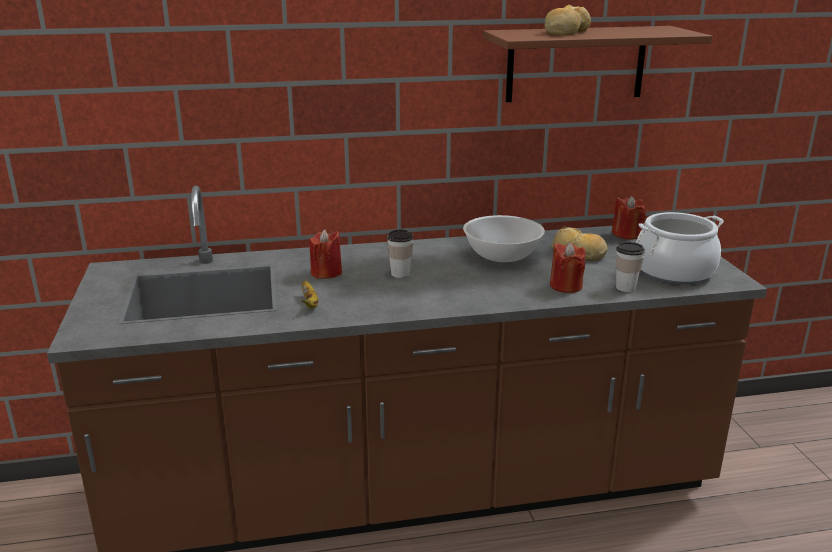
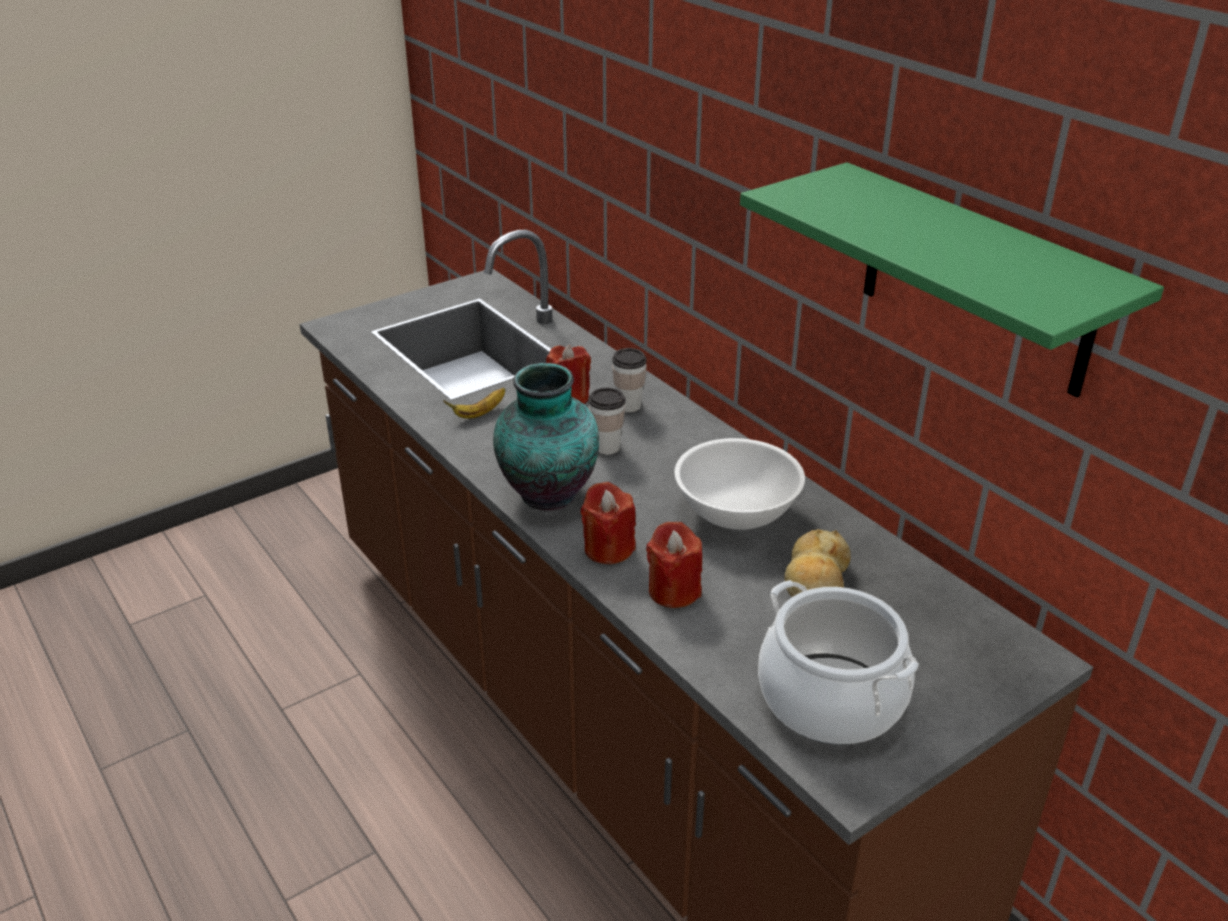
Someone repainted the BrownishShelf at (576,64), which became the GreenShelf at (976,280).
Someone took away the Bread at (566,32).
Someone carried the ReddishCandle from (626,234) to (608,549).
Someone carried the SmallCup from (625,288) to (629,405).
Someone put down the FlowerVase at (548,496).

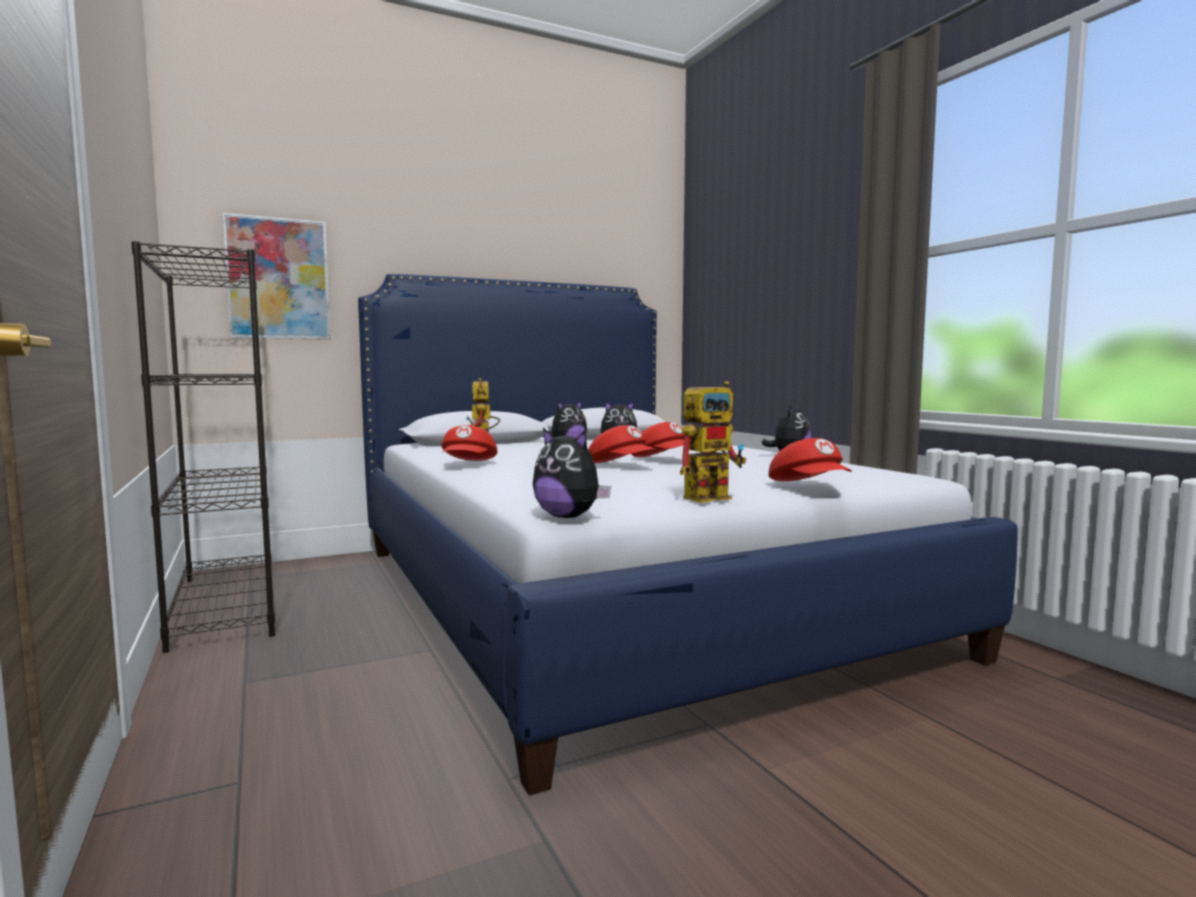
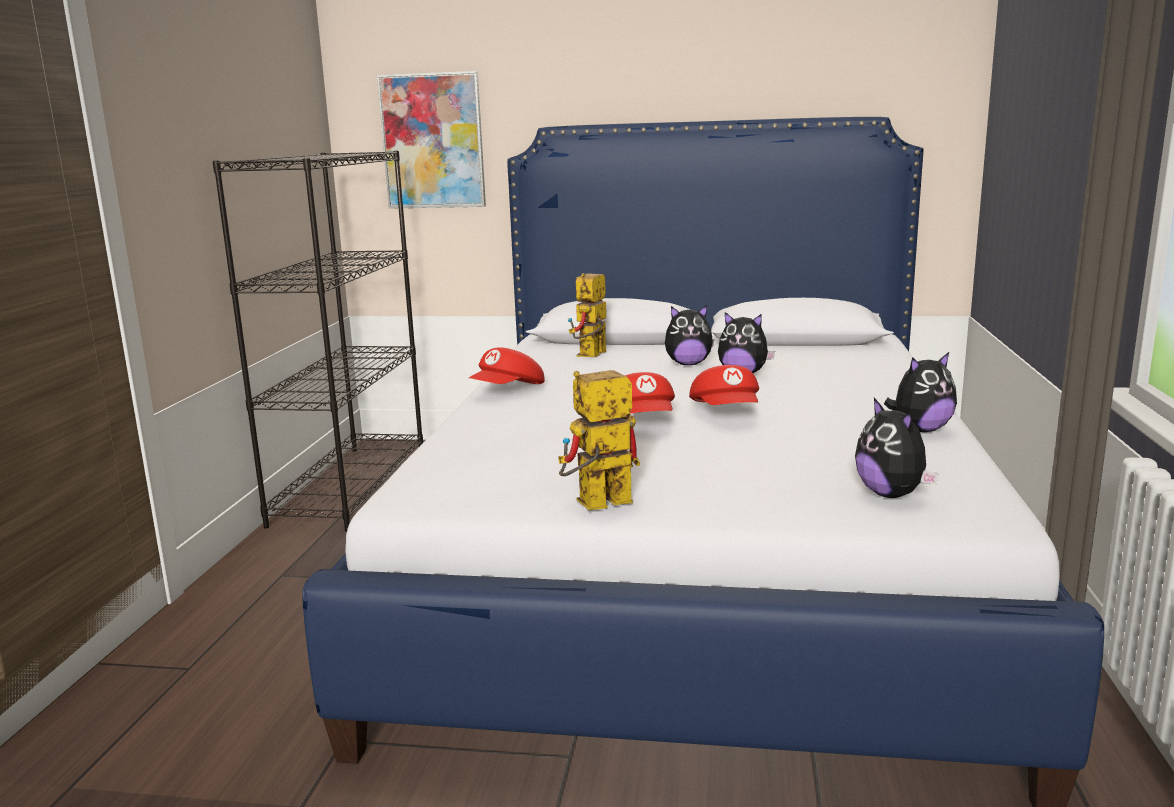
Someone carried the SoftToy from (568,517) to (892,494).
Someone rotated the ModelRobot at (712,496) by 150 degrees clockwise.
Someone took away the ReddishCap at (809,486).

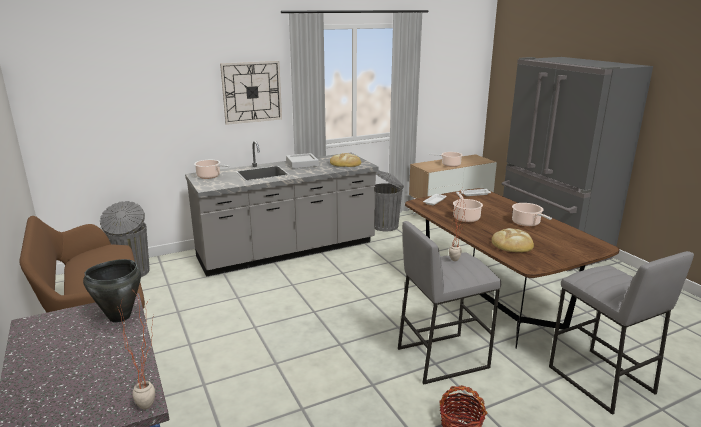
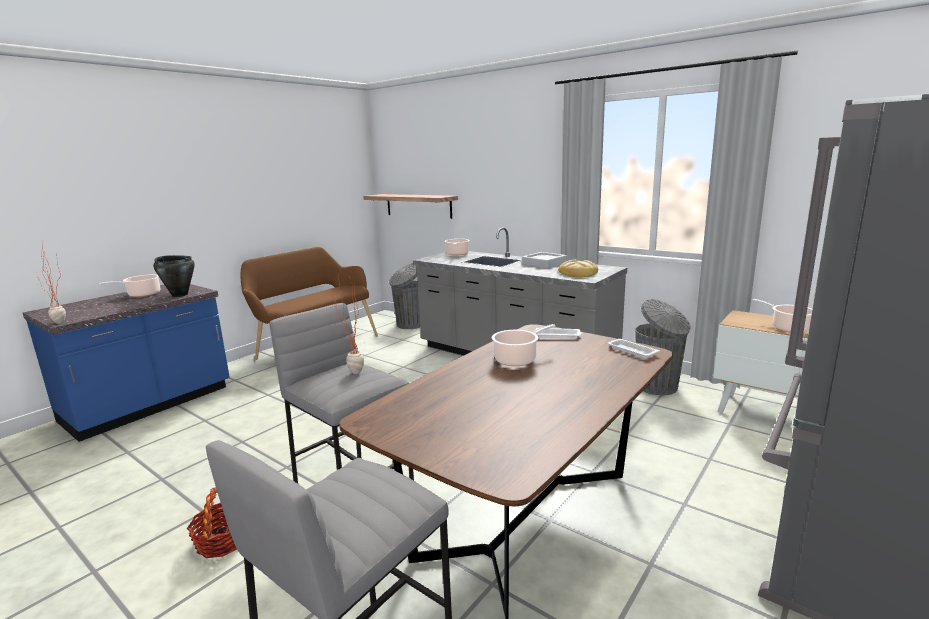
Someone took away the HangingClock at (252,92).
Someone took away the Bread at (512,244).
Someone carried the Stockpot from (527,223) to (142,295).
Someone put up the Shelf at (418,205).

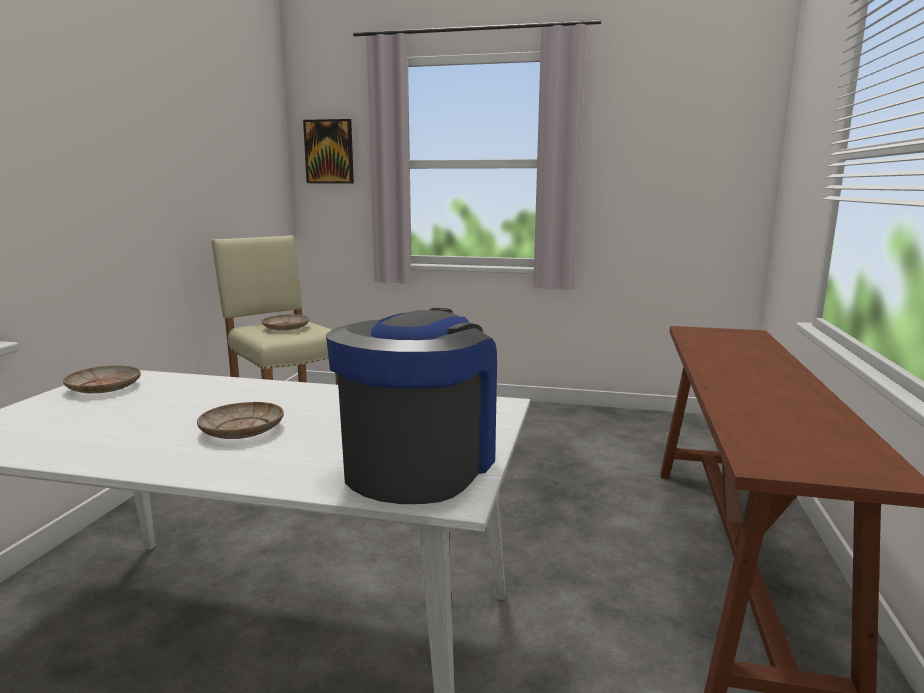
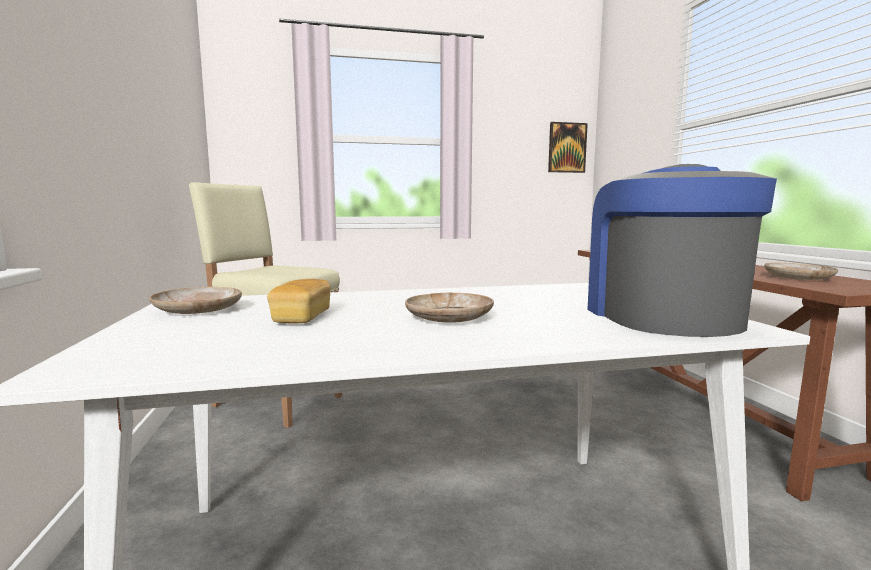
Someone carried the SandColouredDinnerPlate from (286,328) to (798,278).
Someone carried the Picture from (329,151) to (567,147).
Someone put down the Bread at (302,317).

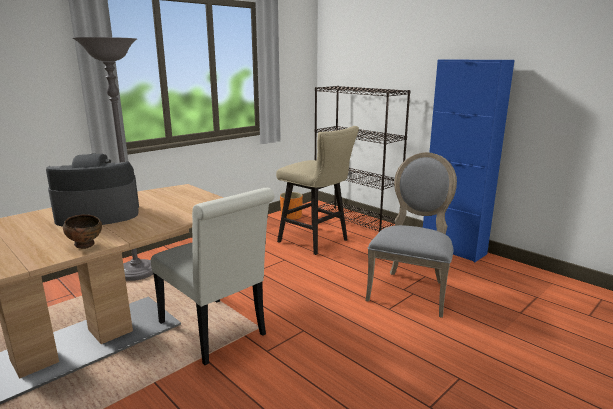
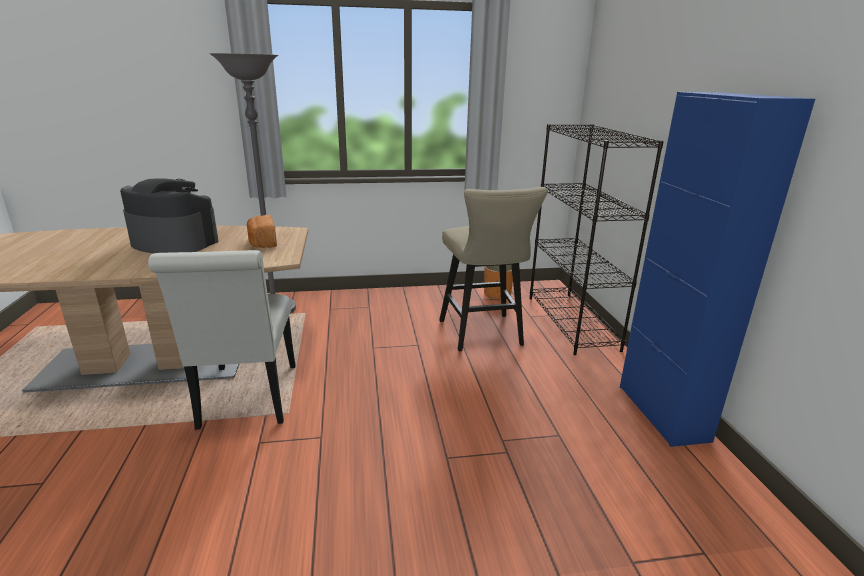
Someone took away the BrownishServingBowl at (86,246).
Someone took away the GreyishPlainChair at (410,290).
Someone put down the Bread at (262,242).

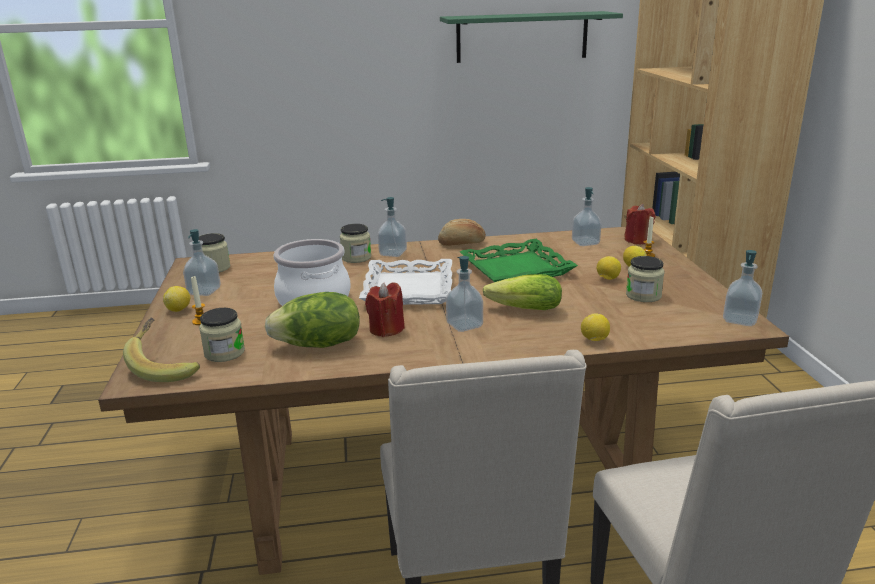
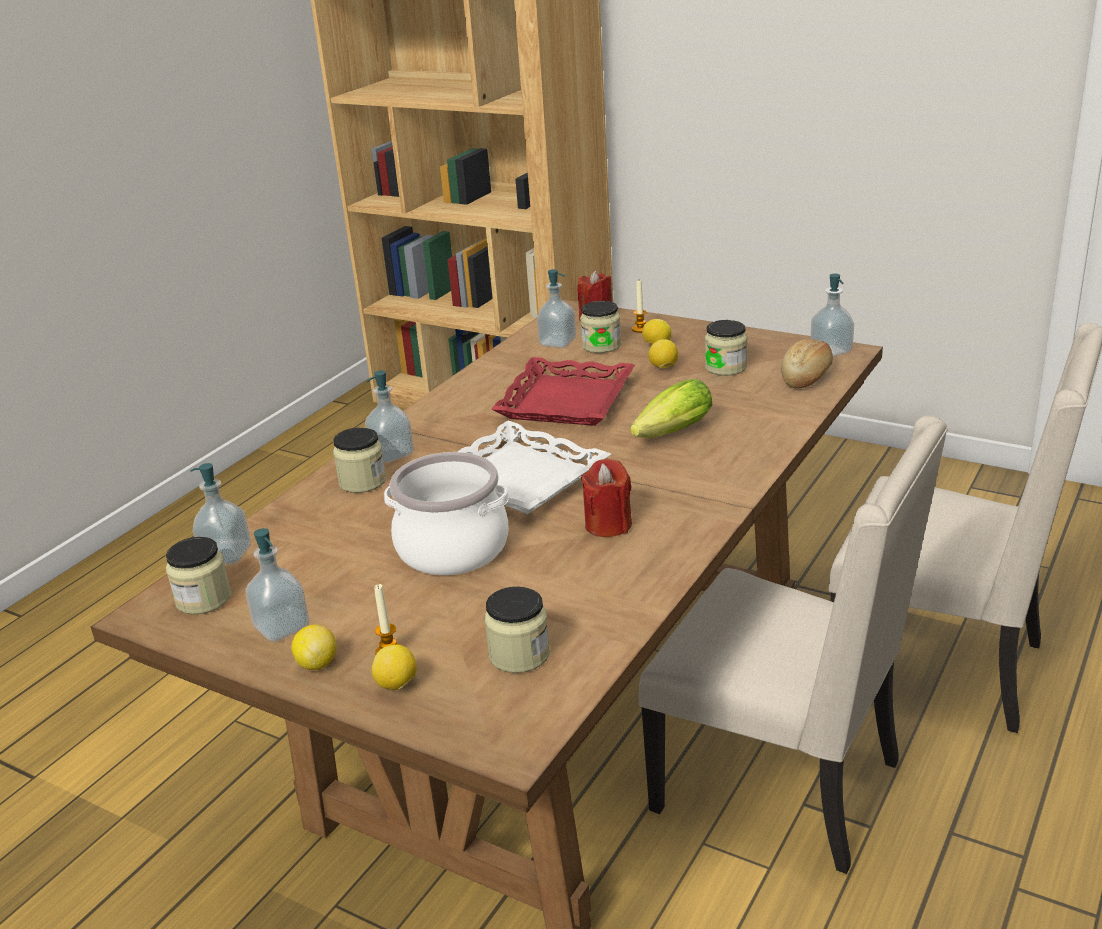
Someone took away the Banana at (166,366).
Someone took away the Lettuce at (319,345).
Someone carried the Bread from (462,244) to (807,377).
Someone took away the GreenShelf at (522,37).
Someone carried the SoapDispenser from (464,325) to (227,555).
Someone repainted the GreenServingTray at (516,269), which became the ReddishServingTray at (565,401).
Someone carried the WholeLemon from (594,340) to (397,685).
Someone put down the StorageJar at (601,346).

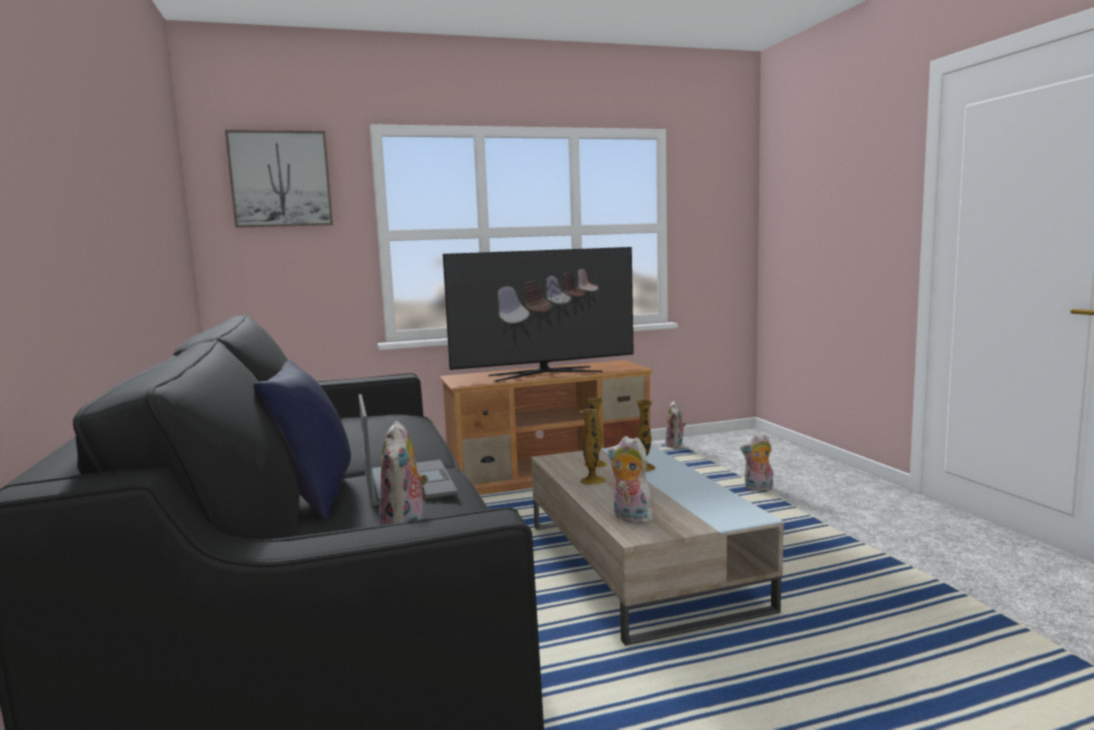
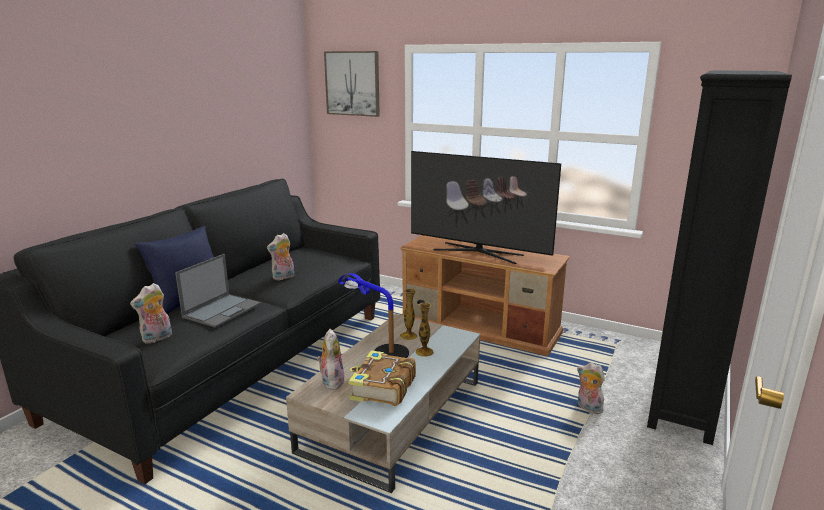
Someone swapped the FlowerVase at (592,481) for the TableLamp at (378,347).
Someone carried the SoftToy from (675,446) to (283,277).
Someone put down the Volume at (382,388).
Someone put down the BlackBookcase at (684,397).

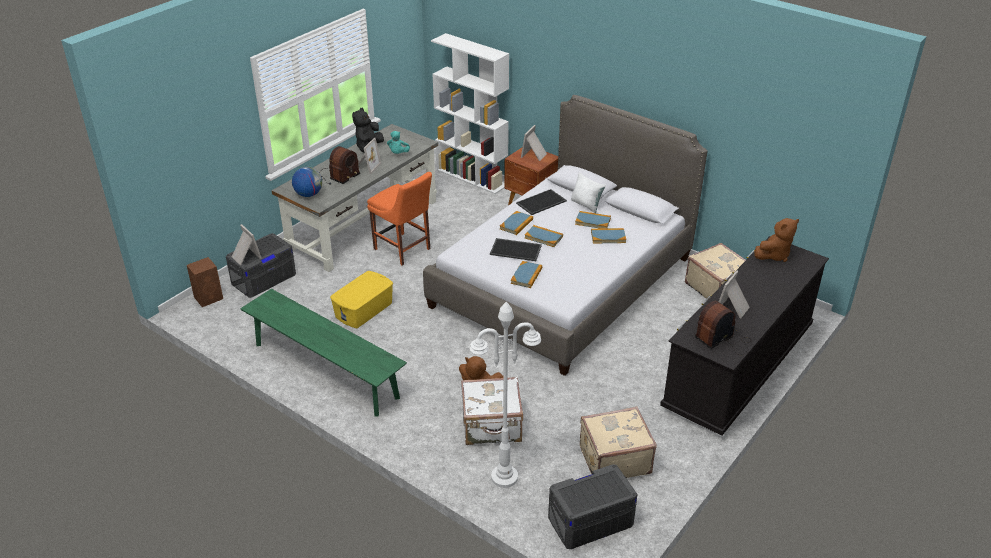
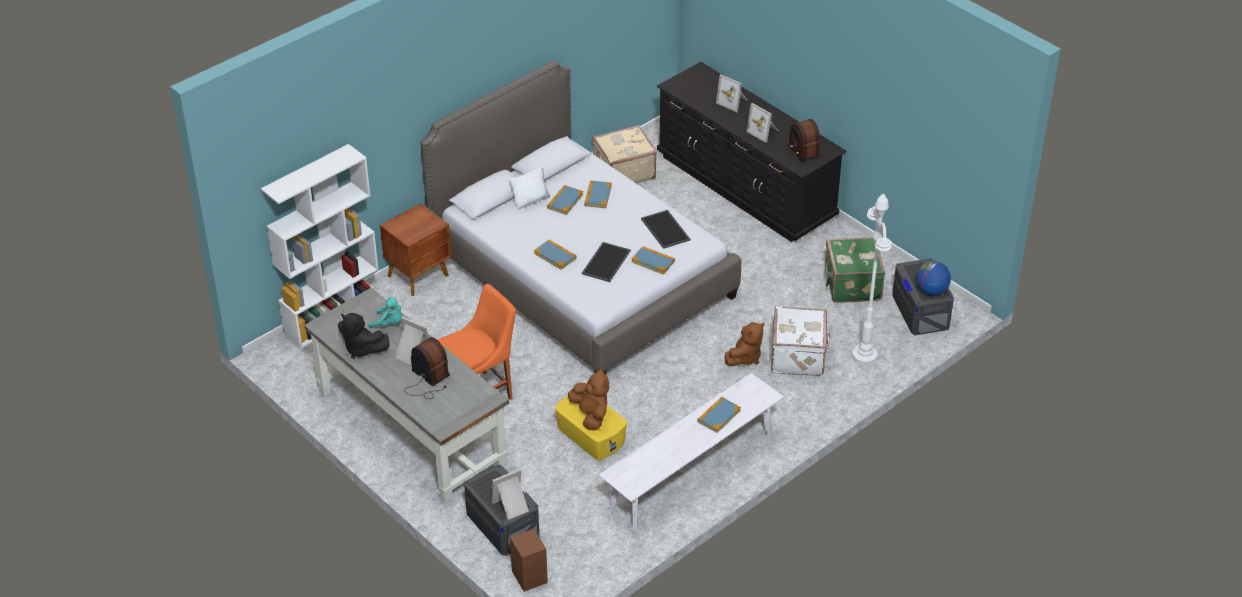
Someone repainted the GreenLongSeat at (325,370), which became the WhiteLongSeat at (692,471).
Someone carried the DeskGlobe from (308,194) to (931,291).
Someone carried the ServingTray from (541,203) to (666,229).
Someone carried the PhotoFrame from (534,155) to (733,102).
Someone carried the Volume from (543,237) to (718,416).
Someone repainted the SandColouredSuitcase at (614,459), which became the GreenSuitcase at (851,285).
Someone carried the BrownishSoftToy from (774,255) to (591,415).

